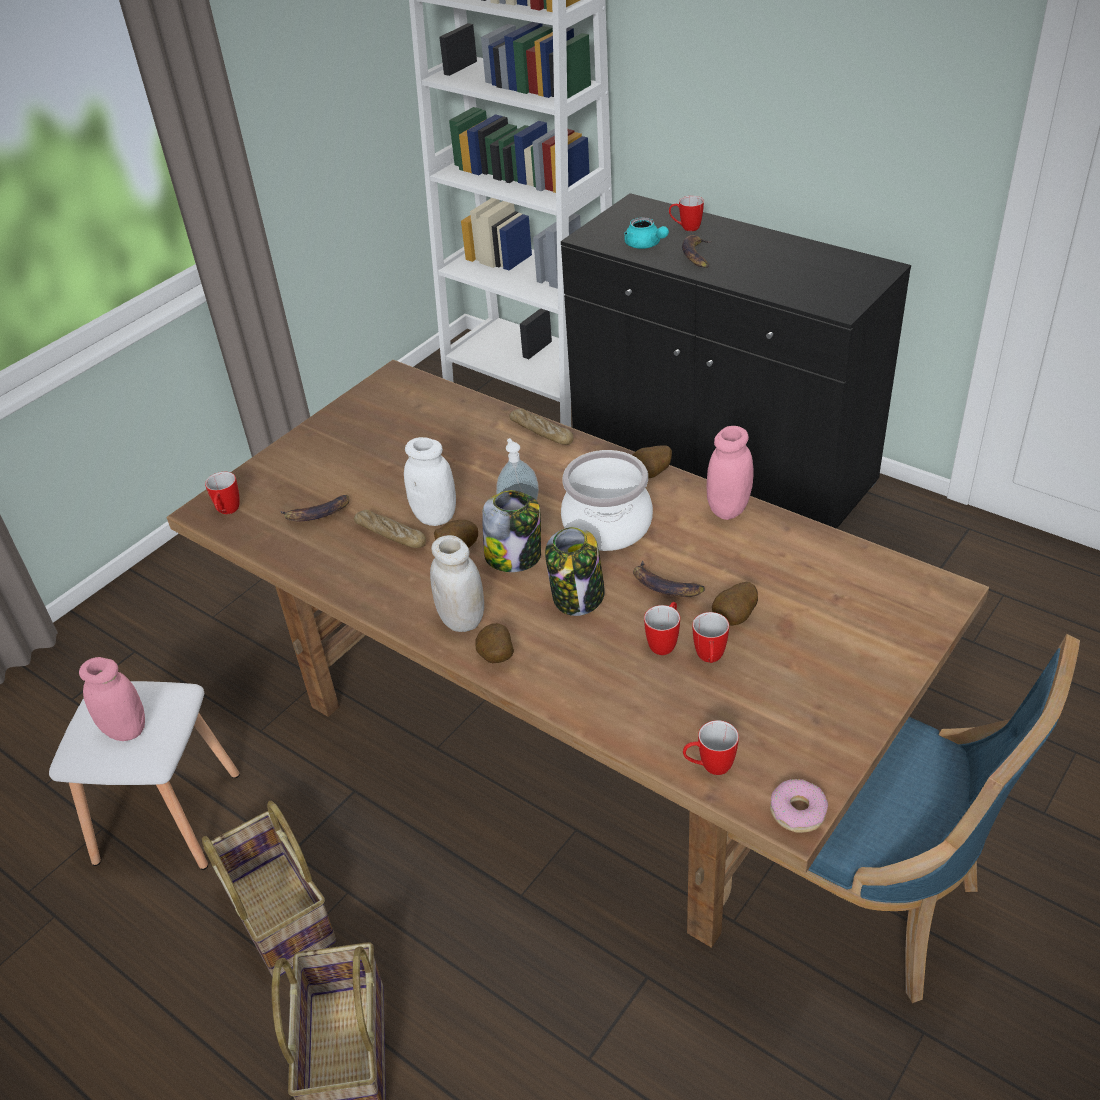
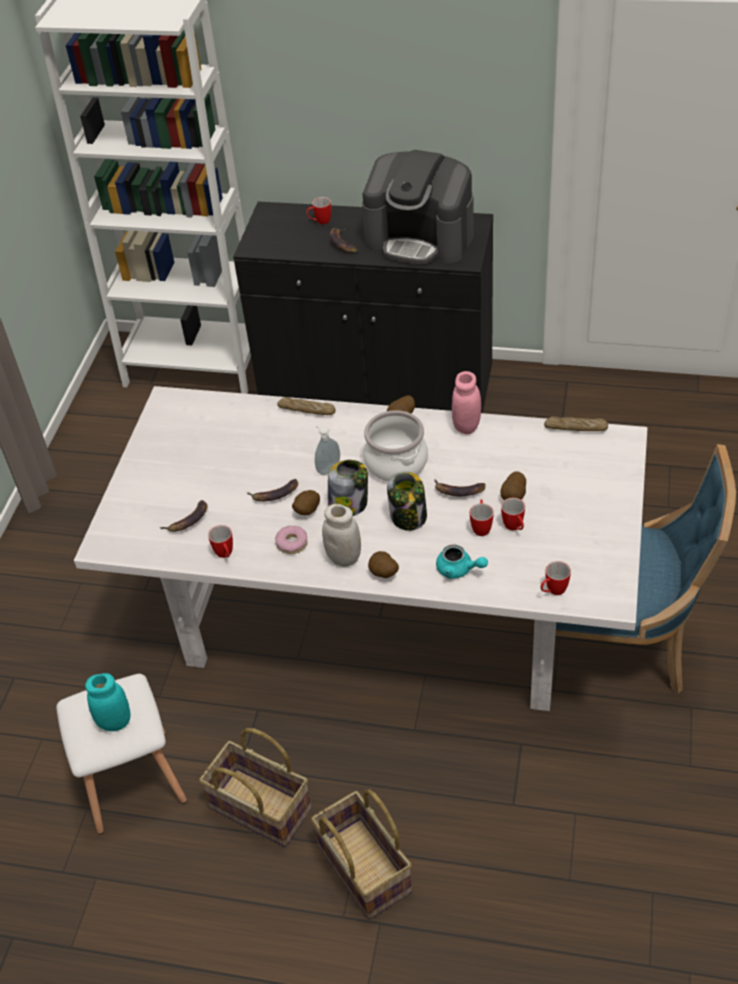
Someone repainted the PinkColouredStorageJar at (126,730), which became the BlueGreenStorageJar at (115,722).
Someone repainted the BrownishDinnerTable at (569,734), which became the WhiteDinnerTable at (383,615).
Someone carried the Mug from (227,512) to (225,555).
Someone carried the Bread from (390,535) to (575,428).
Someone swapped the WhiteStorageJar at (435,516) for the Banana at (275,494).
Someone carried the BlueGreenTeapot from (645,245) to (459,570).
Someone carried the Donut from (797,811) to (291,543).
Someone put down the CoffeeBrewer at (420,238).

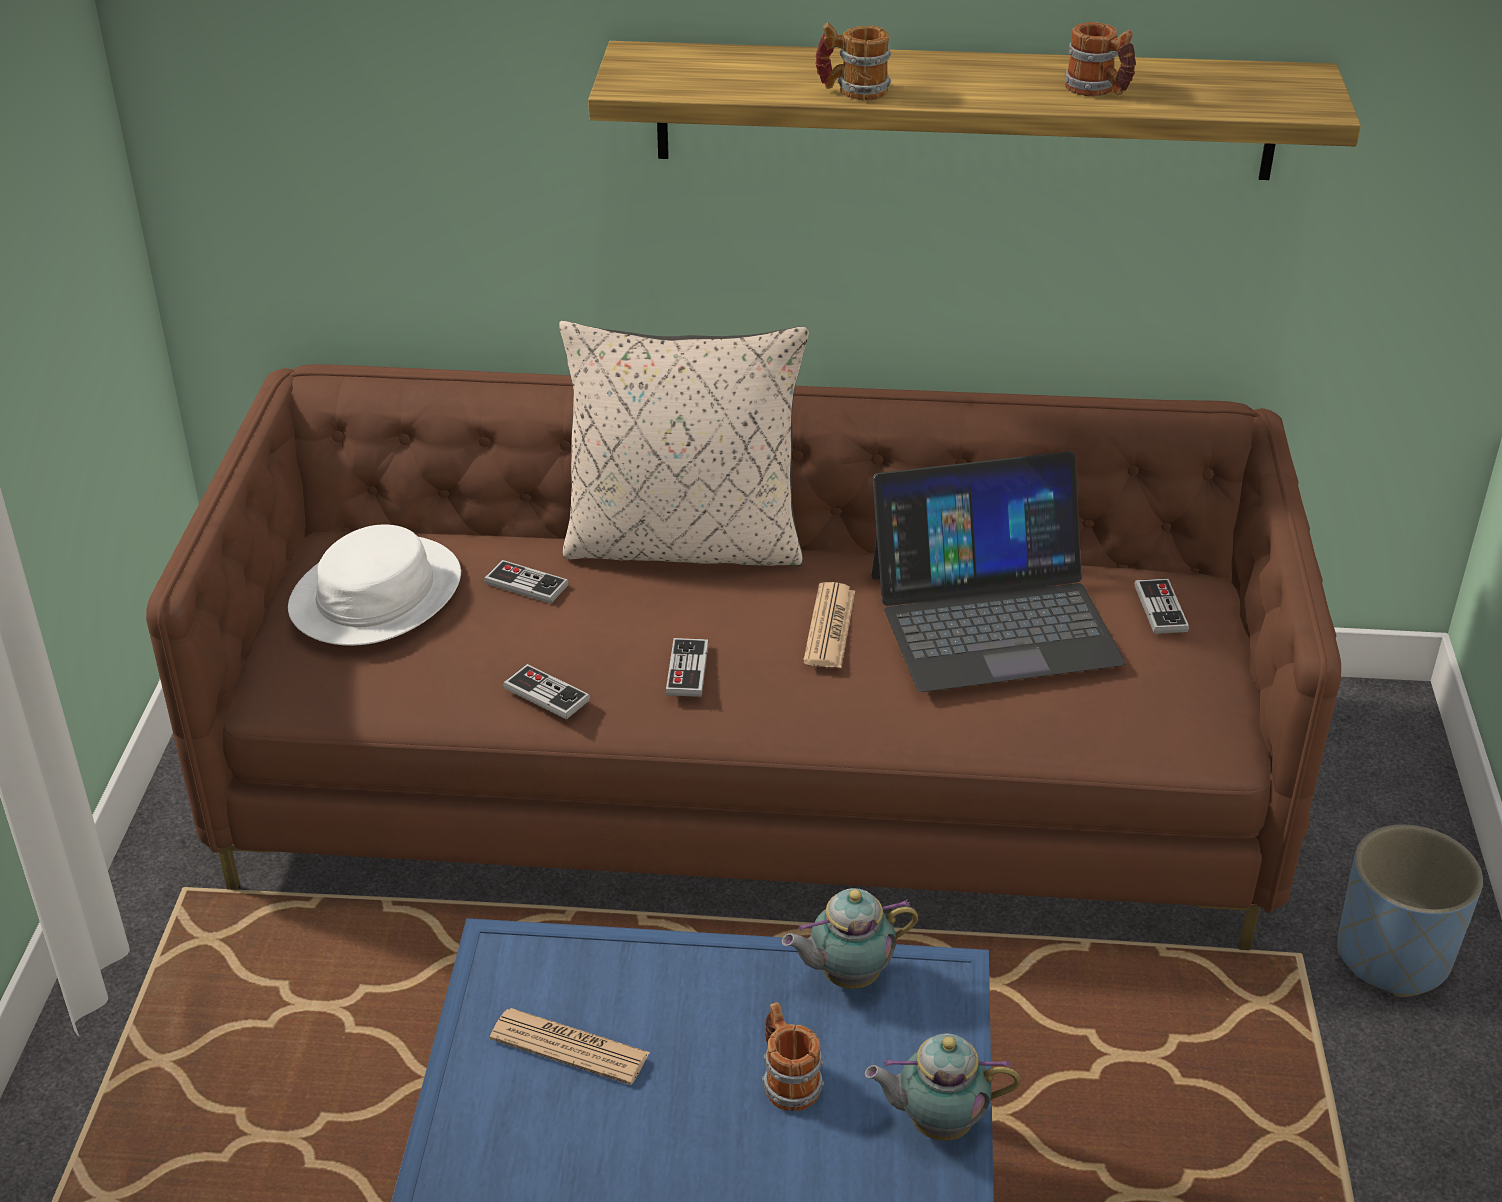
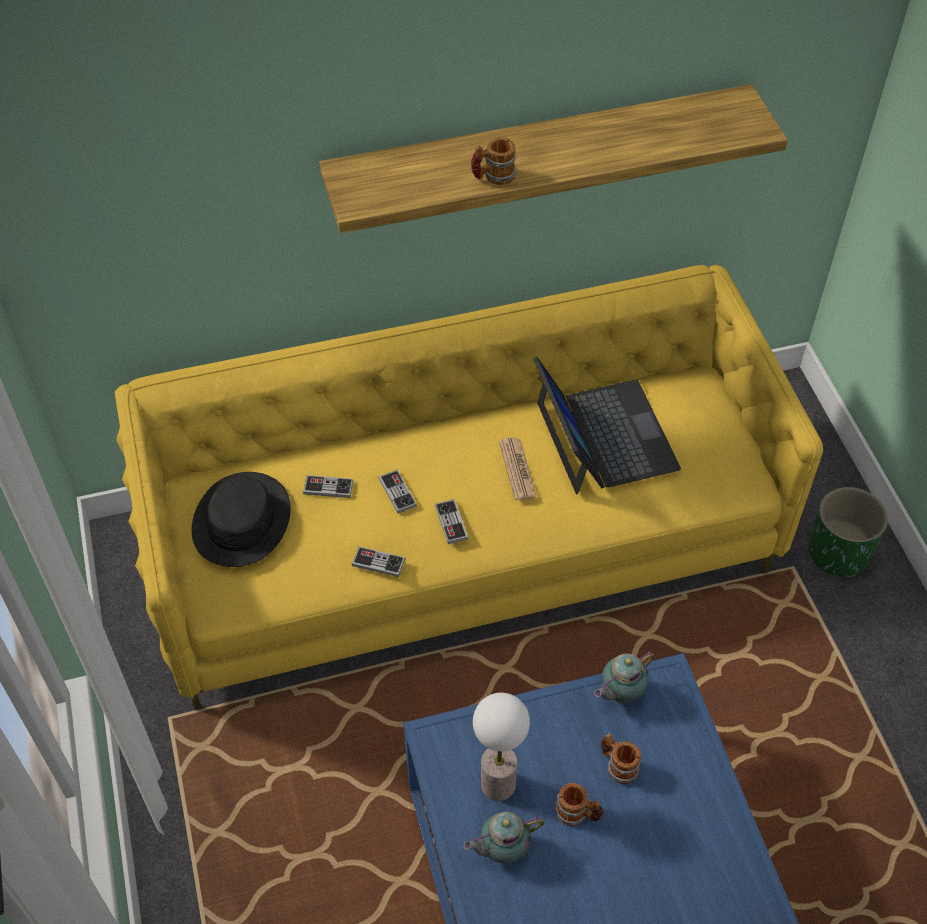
Someone repainted the BrownishSofa at (752,784), which became the YellowColouredSofa at (463,545).
Someone repainted the WhiteHat at (375,594), which became the BlackHat at (241,520).
Someone swapped the Newspaper at (569,1047) for the TableLamp at (498,784).
Someone took away the SandColouredPillow at (685,544).
Someone carried the Teapot from (936,1123) to (501,849).
Someone rotated the NotebookComputer at (993,617) by 75 degrees counterclockwise.
Someone carried the Mug from (1098,90) to (577,814).
Someone carried the Joypad from (1160,608) to (397,492).
Someone repainted the BluishPlantPot at (1393,956), which became the GreenPlantPot at (838,553).

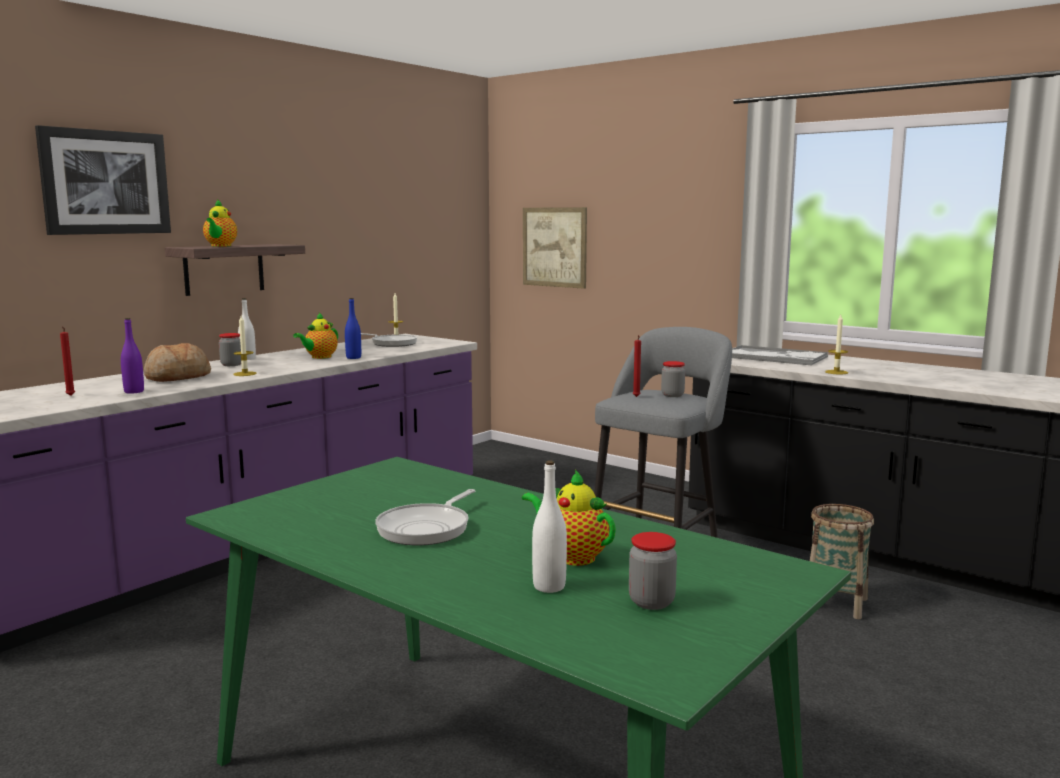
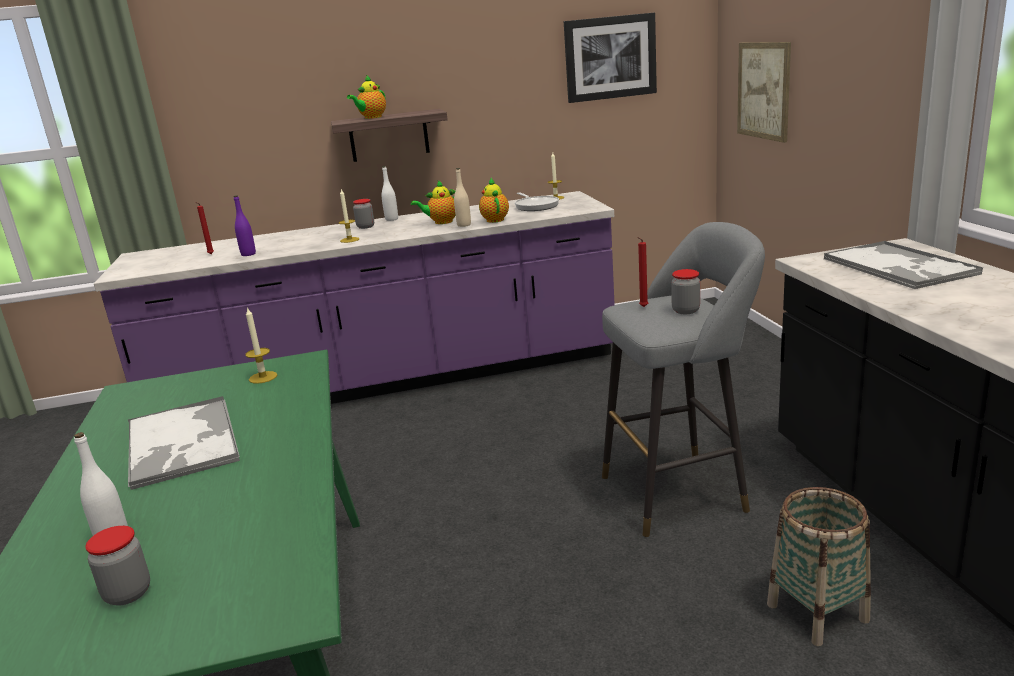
Someone carried the Picture from (105,182) to (610,58).
Someone took away the Bread at (177,377).
Someone repainted the BluishDrinkBottle at (353,357), which became the SandColouredDrinkBottle at (464,225).
Someone swapped the FryingPan at (427,528) for the ServingTray at (182,443).
Someone carried the Teapot from (571,556) to (494,219).
Someone carried the Candle from (836,372) to (263,377).

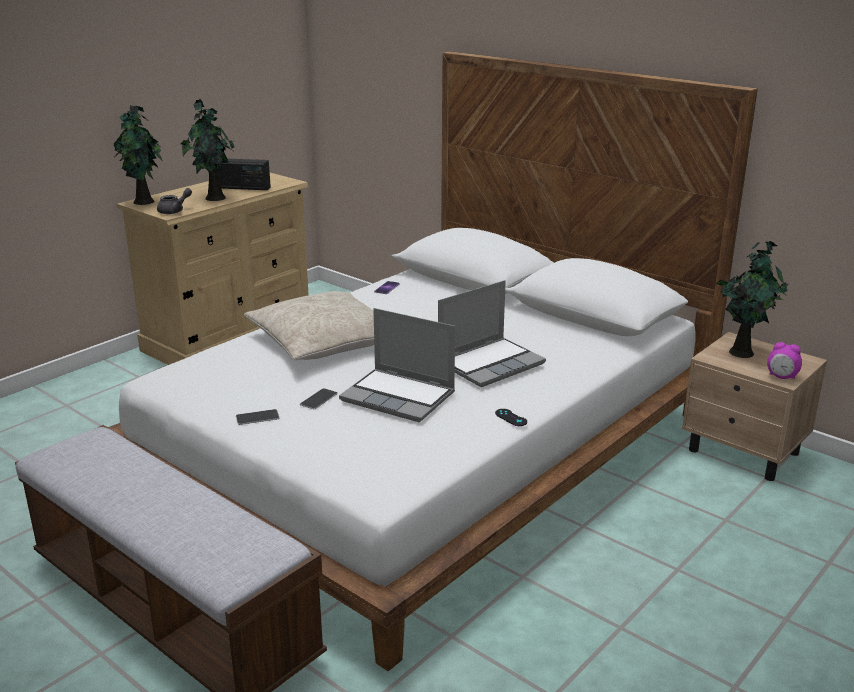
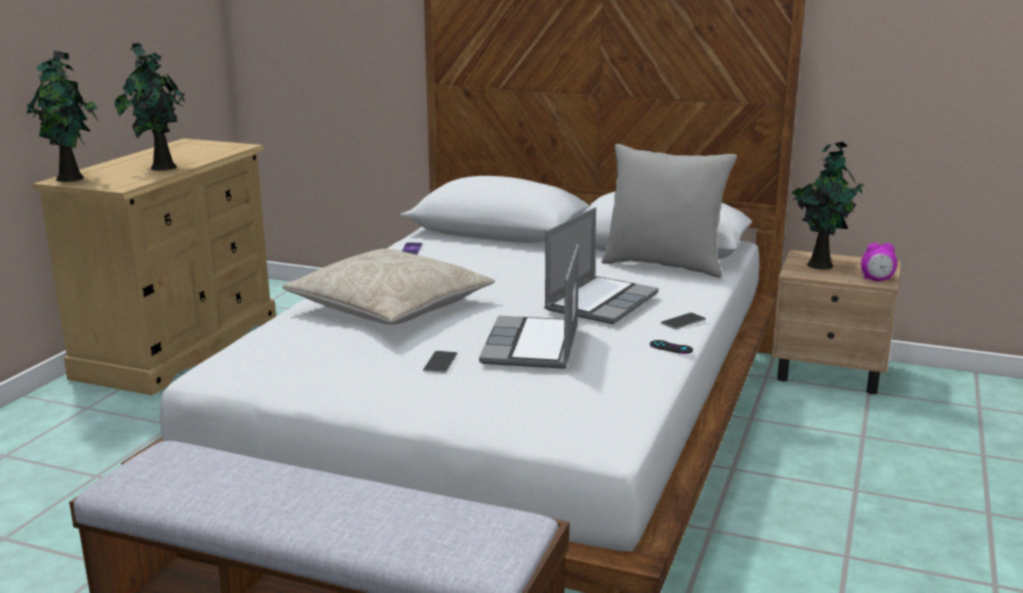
Someone took away the GreyishTeapot at (174,211).
Someone took away the RadioReceiver at (244,188).
Someone carried the Handset from (257,417) to (683,321).
Someone rotated the NotebookComputer at (400,397) by 90 degrees clockwise.
Someone put down the GreyishPillow at (664,265).

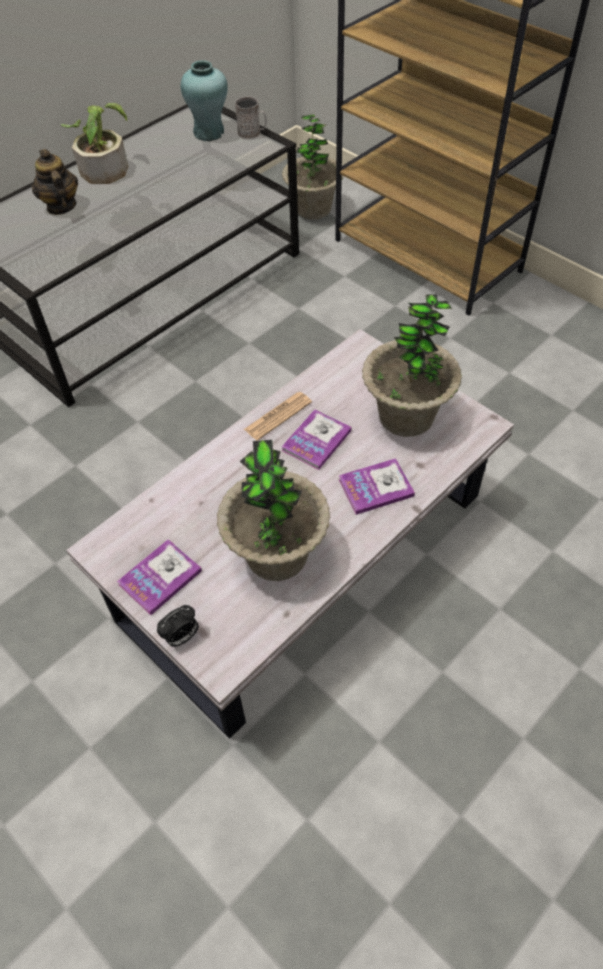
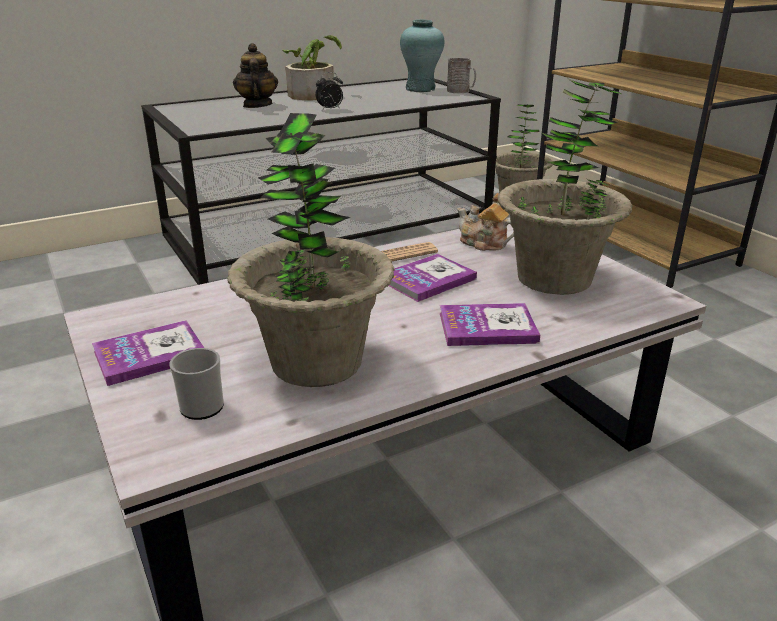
Someone carried the AlarmClock from (181,637) to (330,109).
Someone put down the Mug at (199,404).
Someone put down the Teapot at (484,244).

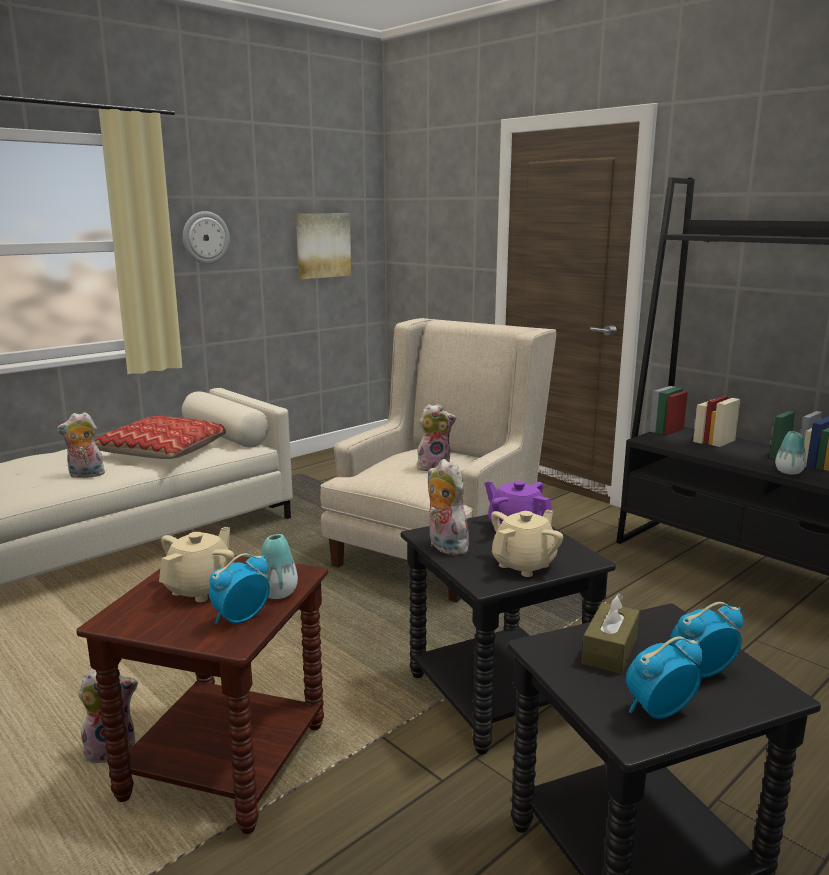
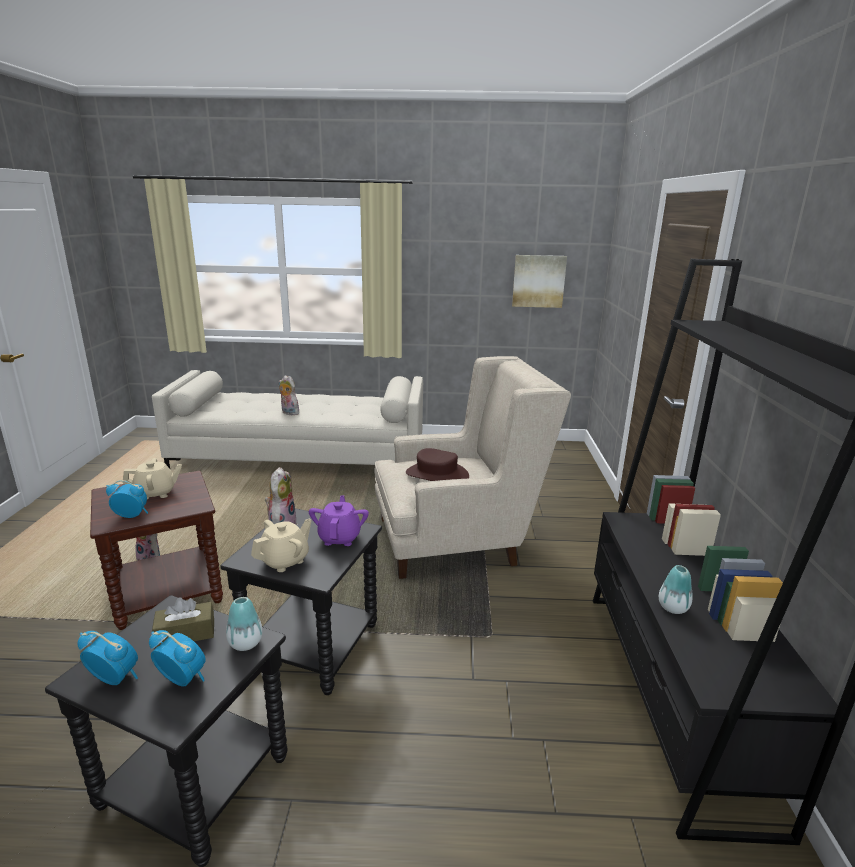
Someone took away the Pillow at (162,451).
Someone took away the HangingClock at (205,237).
Someone carried the FlowerVase from (278,593) to (245,643).
Someone swapped the SoftToy at (434,467) for the BrownishHat at (437,475).
Someone rotated the SandColouredTeapot at (524,565) by 45 degrees counterclockwise.

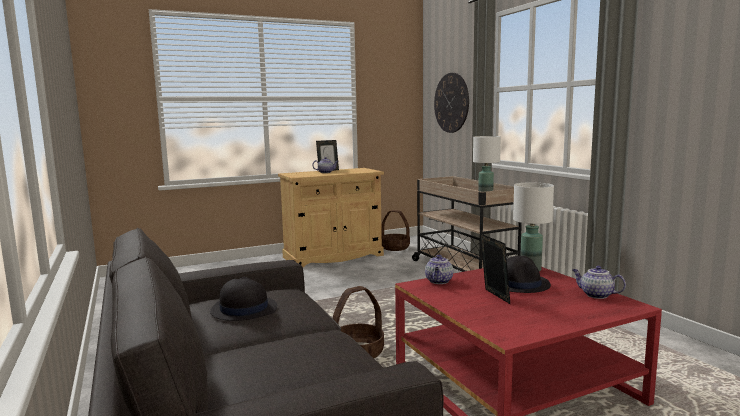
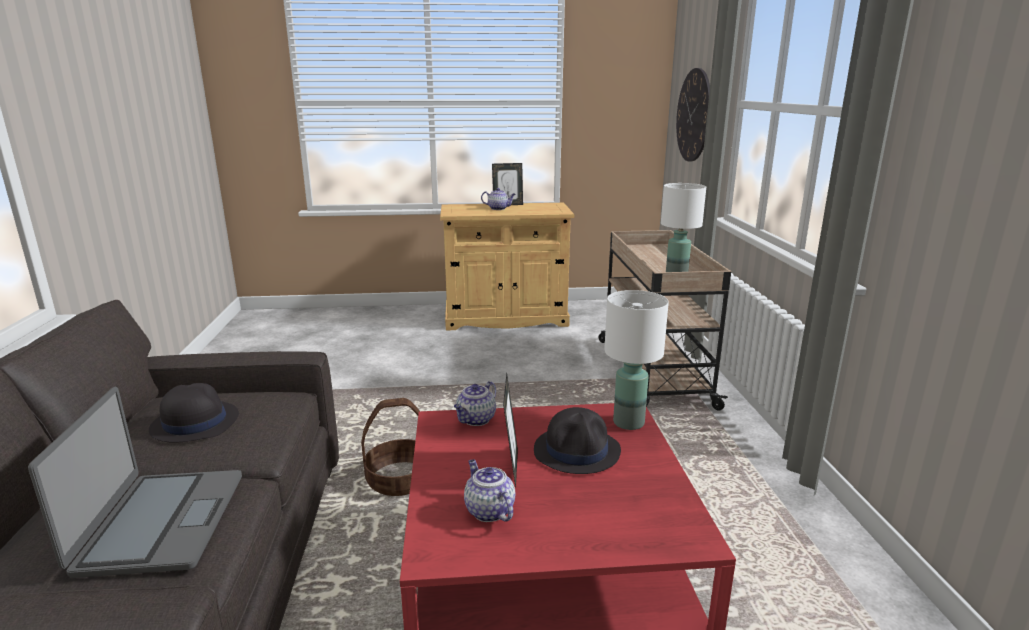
Someone took away the Basket at (395,247).
Someone carried the Teapot from (596,295) to (488,510).
Someone put down the NotebookComputer at (160,522).

